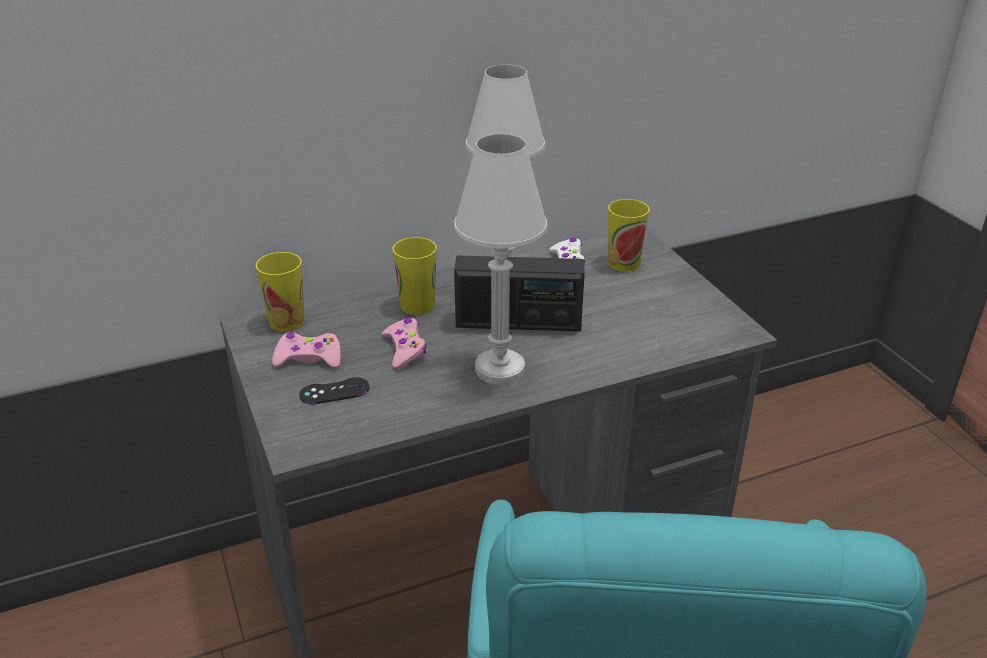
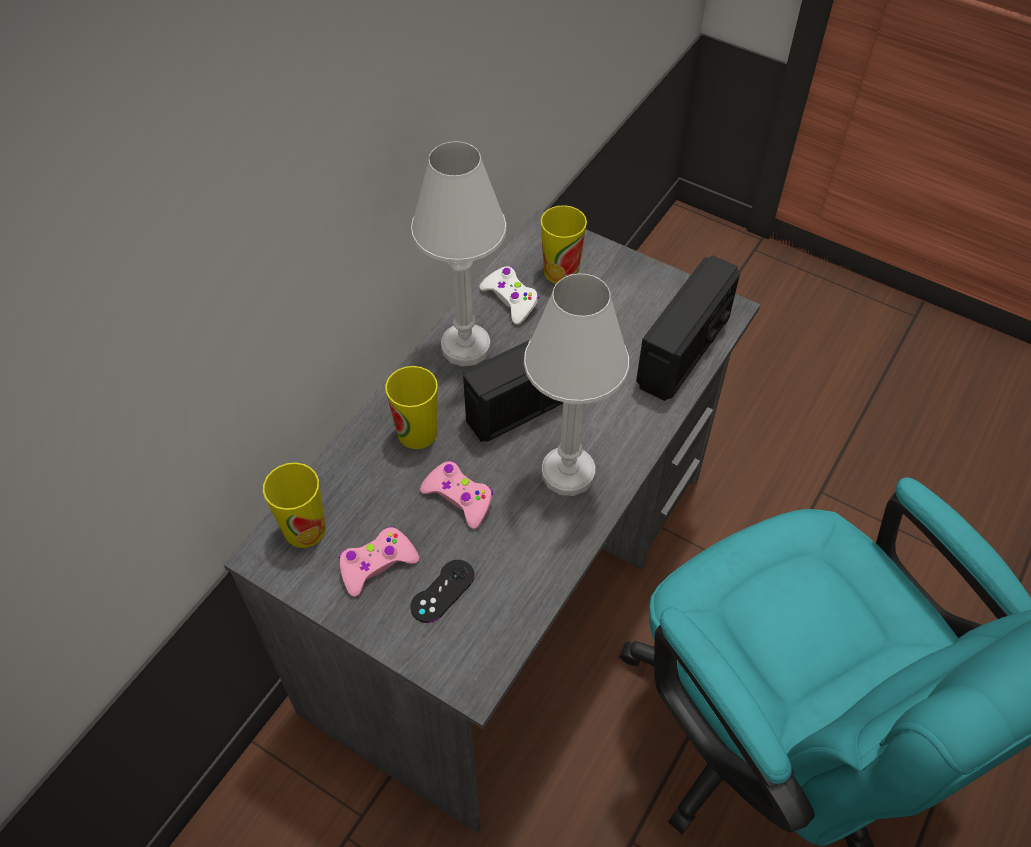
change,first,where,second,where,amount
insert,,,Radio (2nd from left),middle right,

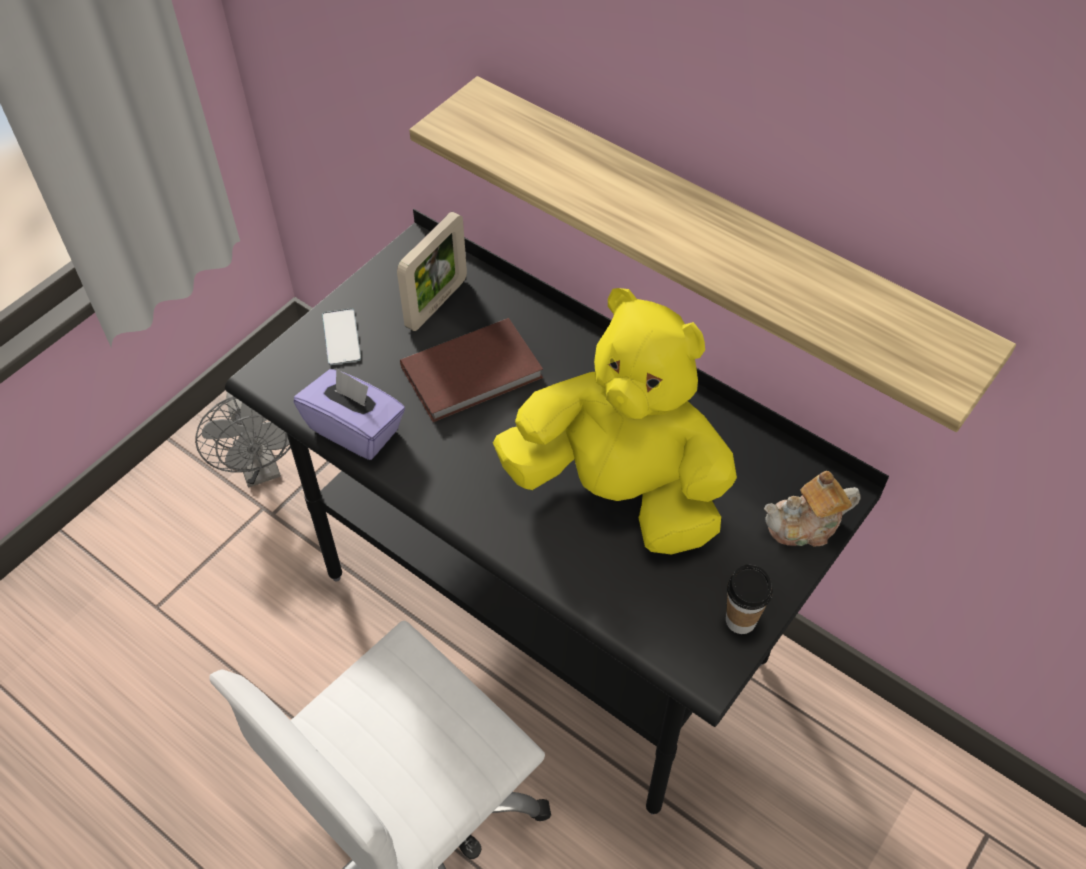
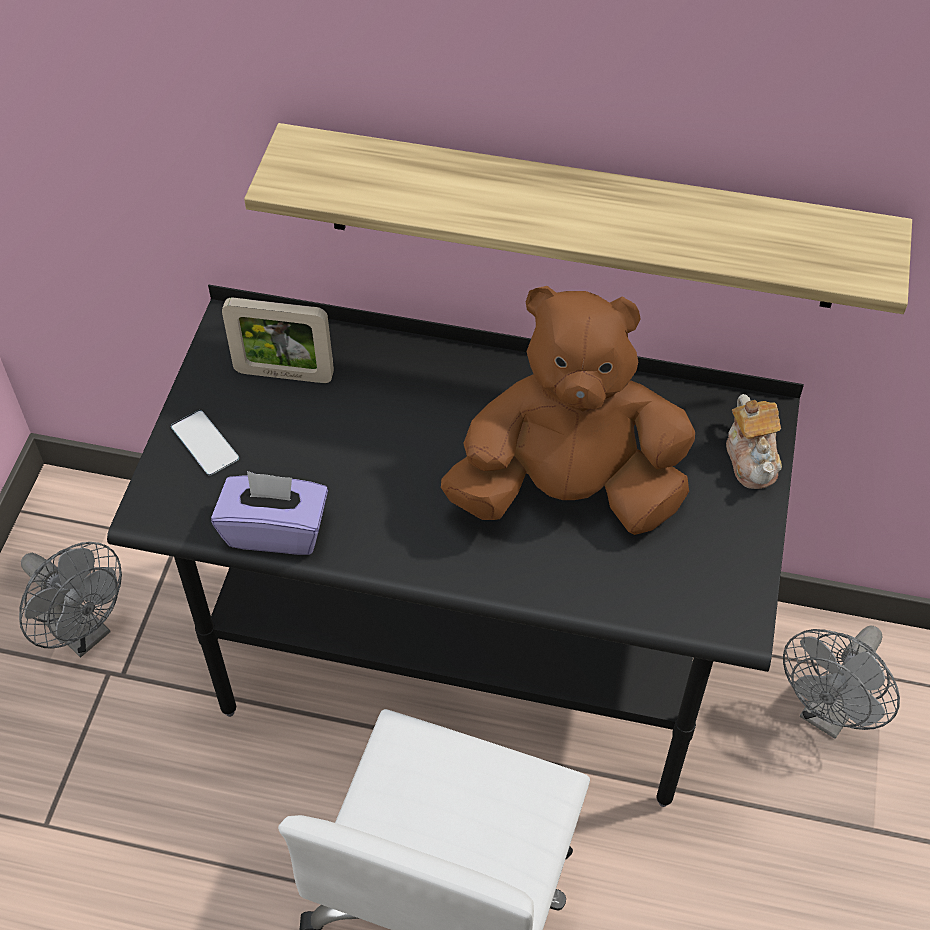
change,first,where,second,where,amount
rotate,Bilderrahmen,top centre,,middle left,90 degrees clockwise
recolor,Plüschtier/gelb,centre,Plüschtier/braun,centre,
delete,Buch/braun,centre,,,
rotate,Teekanne,middle right,,middle right,60 degrees counterclockwise
delete,Tasse,bottom right,,,
insert,,,Ventilator/grau (2nd from left),bottom right,

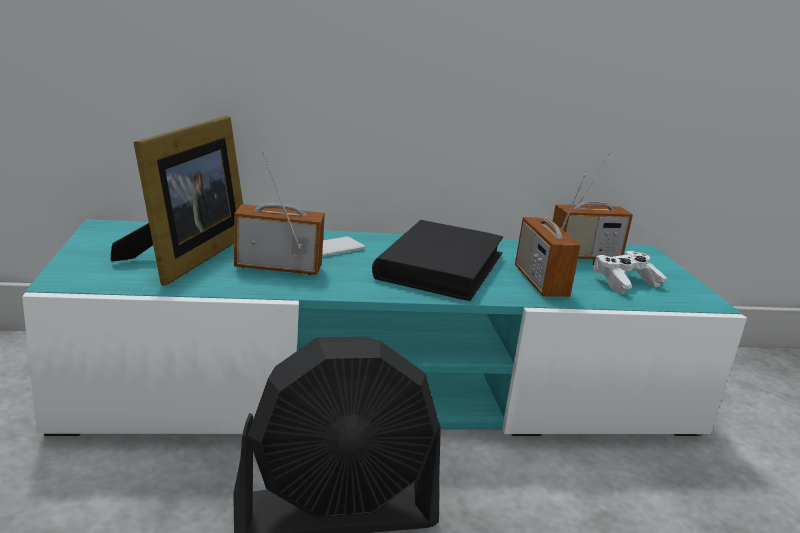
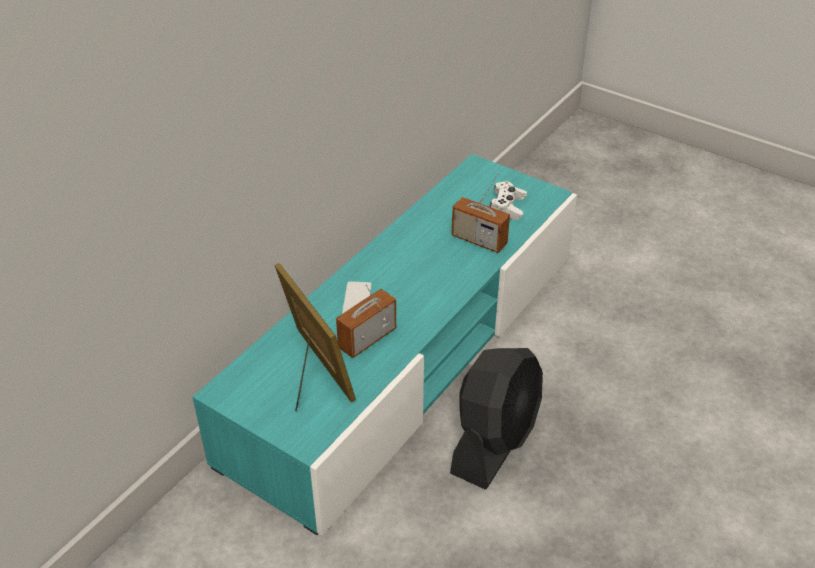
change,first,where,second,where,amount
delete,Radio (3rd from left),middle right,,,
delete,Buch/schwarz,centre,,,

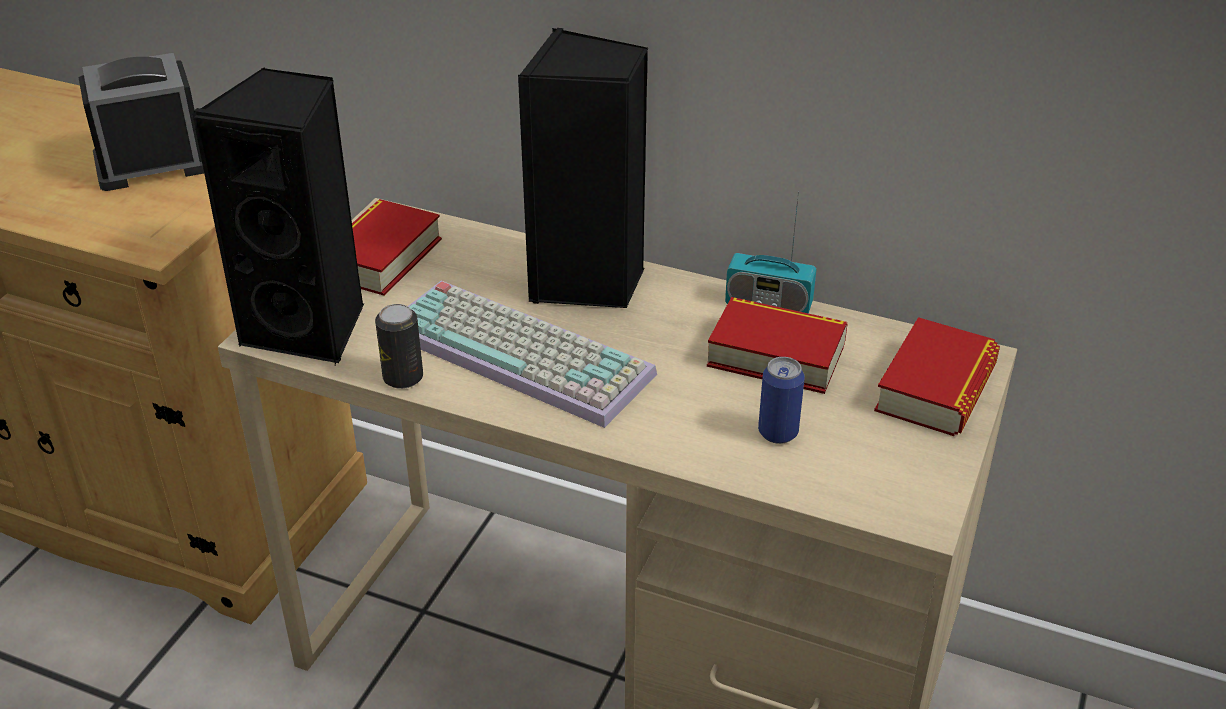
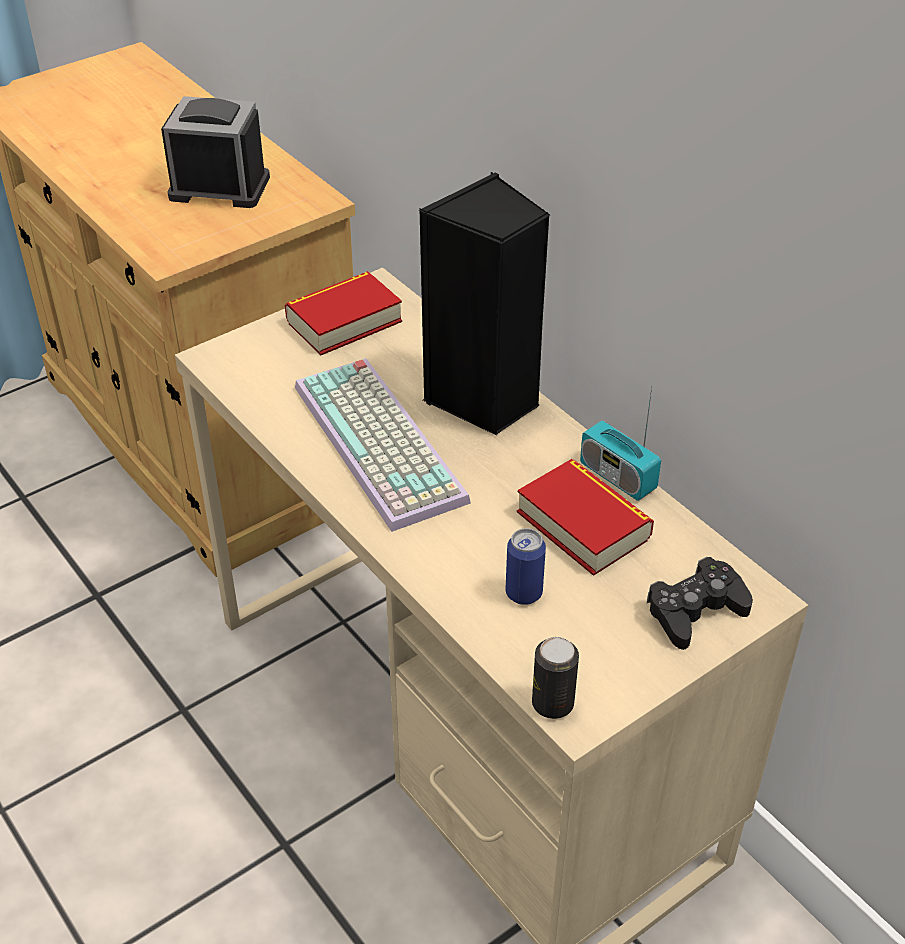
change,first,where,second,where,amount
delete,Lautsprecher/schwarz (1st from left),top left,,,
move,Dose (1st from left in the first image),middle left,Dose (2nd from left),bottom centre,
replace,Buch (3rd from left),middle right,Gamepad/schwarz,middle right,

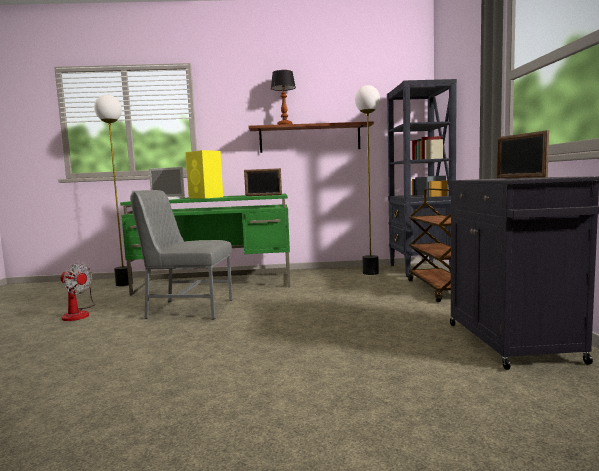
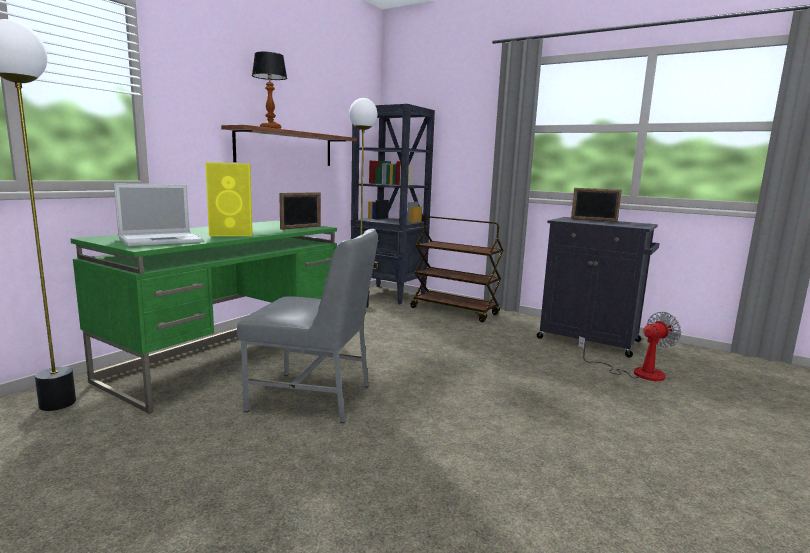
change,first,where,second,where,amount
rotate,Stuhl/grau,middle left,,centre,120 degrees counterclockwise
move,Ventilator,middle left,,middle right,

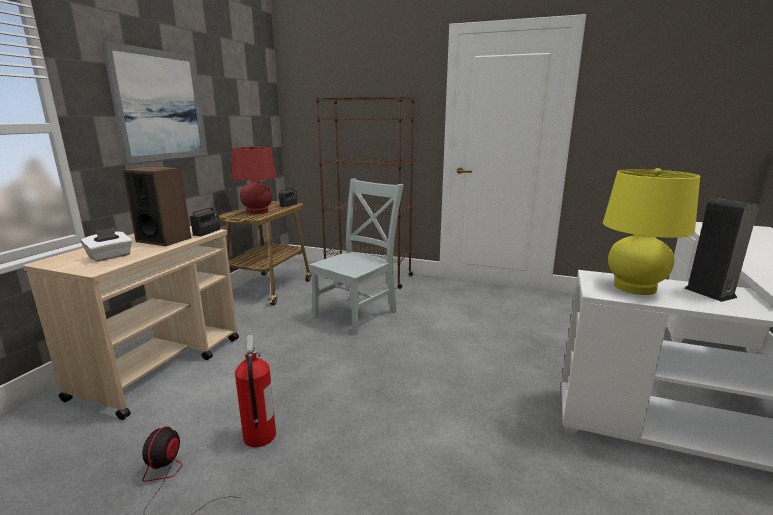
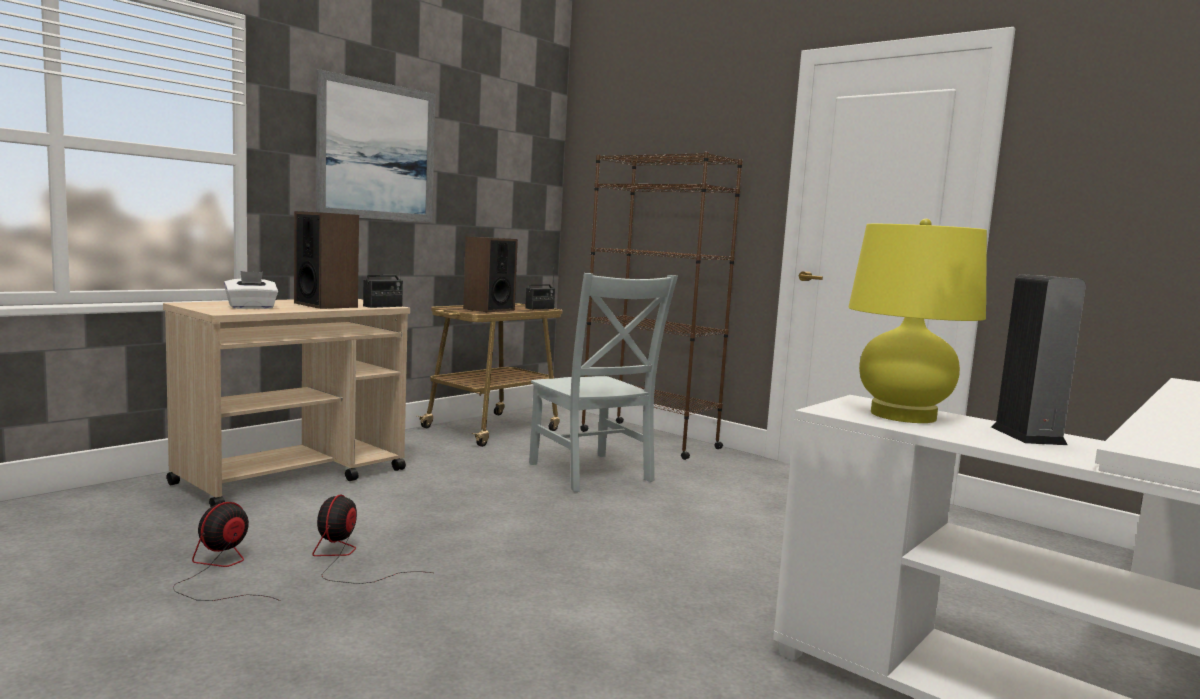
change,first,where,second,where,amount
replace,Tischlampe/rot,middle left,Lautsprecher (2nd from left),centre,
rotate,Stuhl/grau,centre,,centre,90 degrees clockwise
replace,Feuerlöscher,bottom left,Ventilator (2nd from left),bottom left,

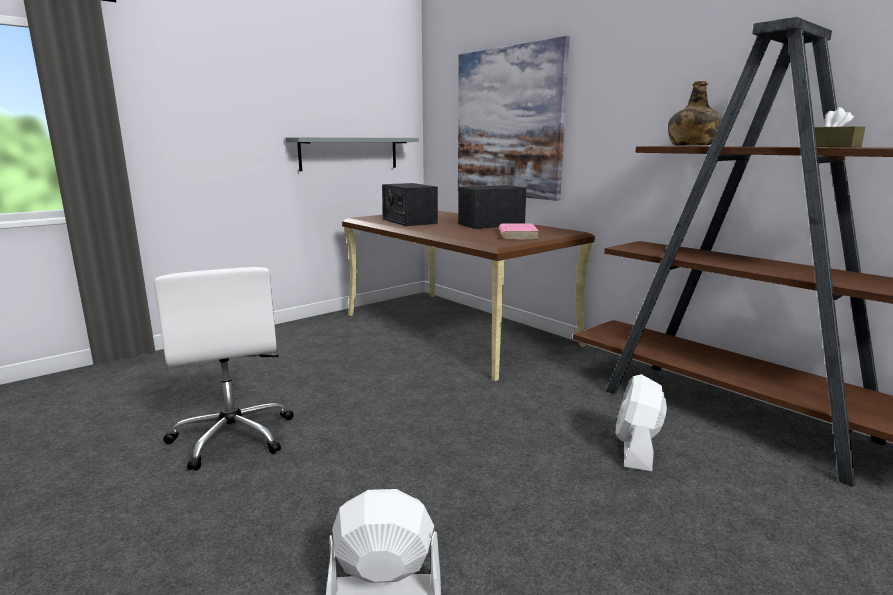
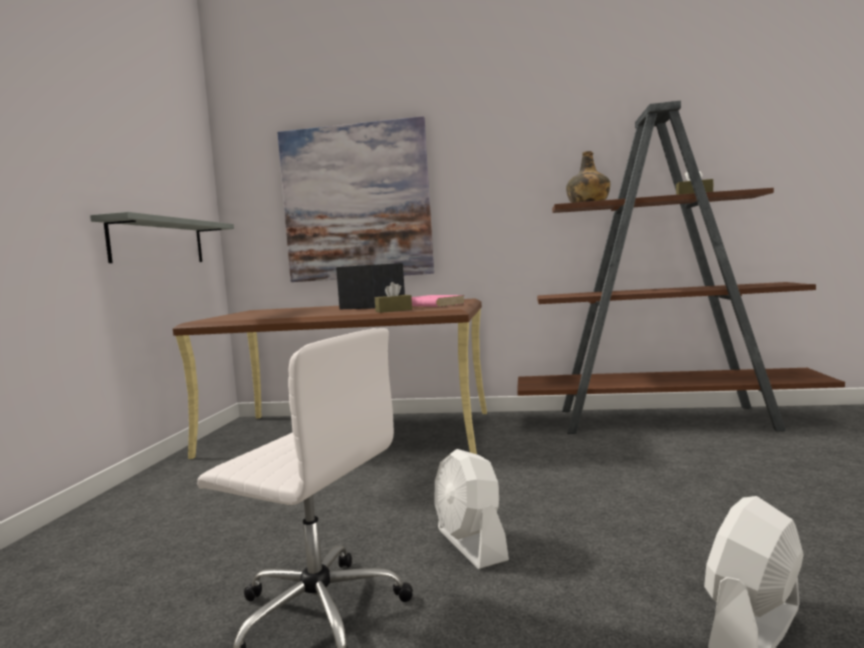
change,first,where,second,where,amount
delete,Radio (1st from left),centre,,,
move,Ventilator/weiß (2nd from left in the first image),bottom right,Ventilator/weiß (1st from left),bottom centre,
insert,,,Taschentuchbox/braun (1st from left),centre,

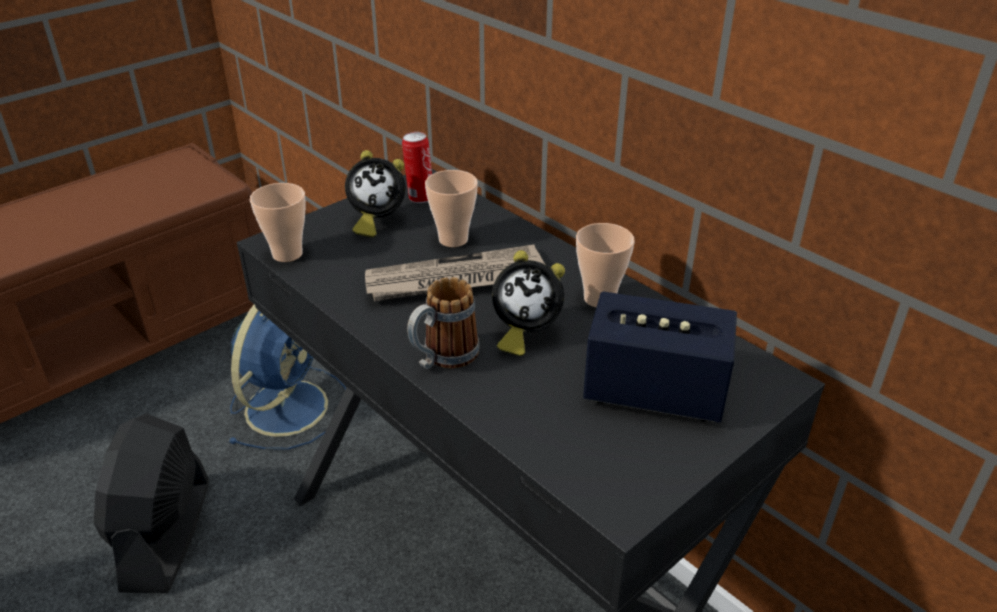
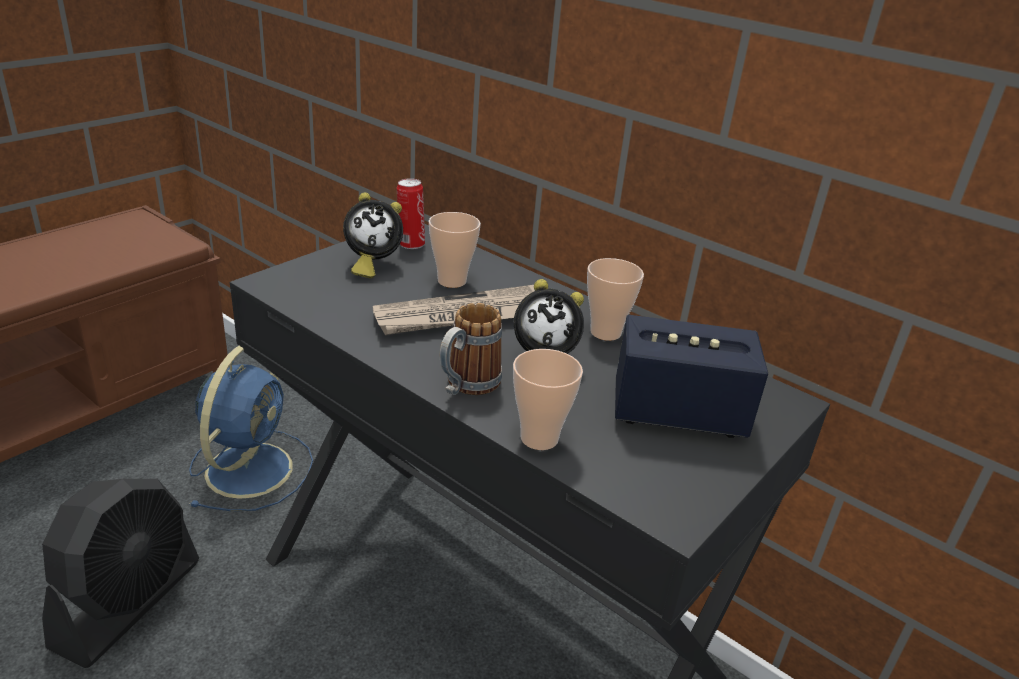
change,first,where,second,where,amount
move,Tasse (1st from left in the first image),middle left,Tasse (2nd from left),centre,
rotate,Ventilator/schwarz,bottom left,,bottom left,150 degrees counterclockwise

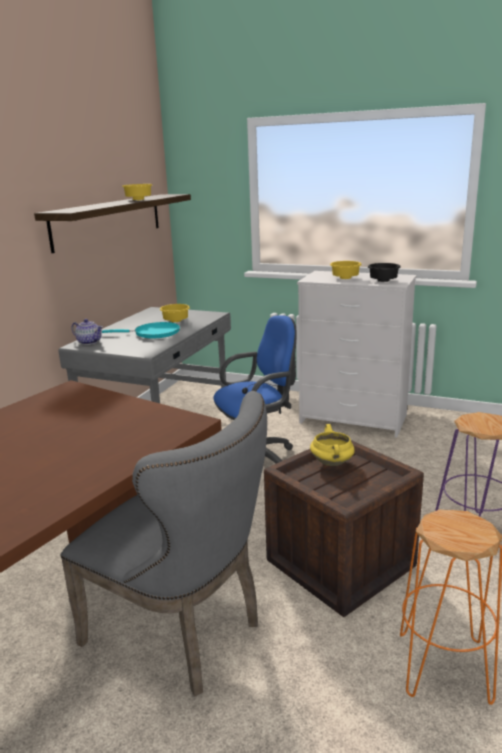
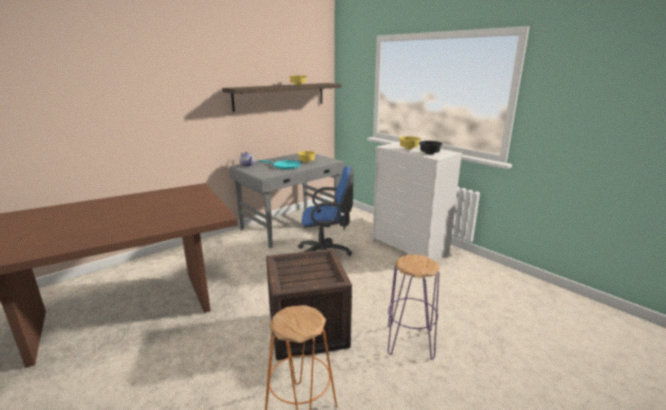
change,first,where,second,where,amount
delete,Stuhl/grau,bottom left,,,
delete,Kochtopf/gelb,centre,,,

